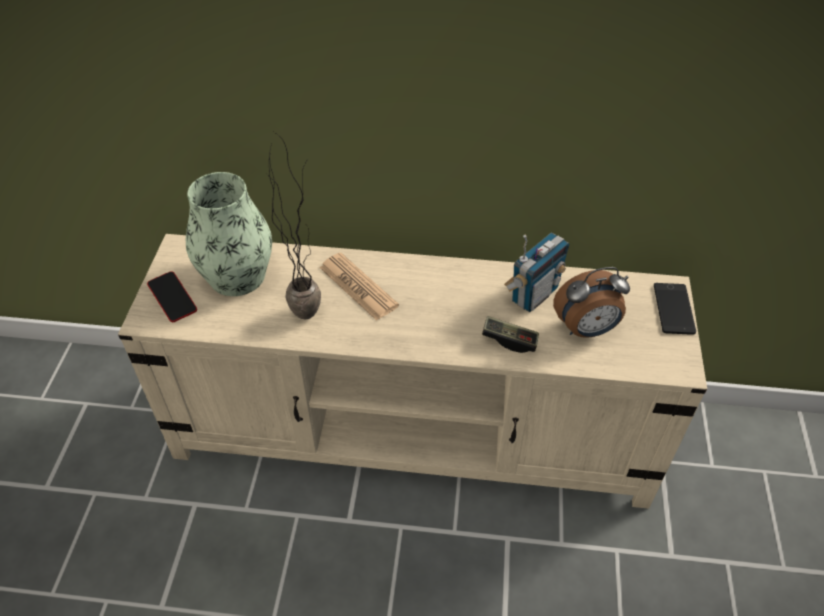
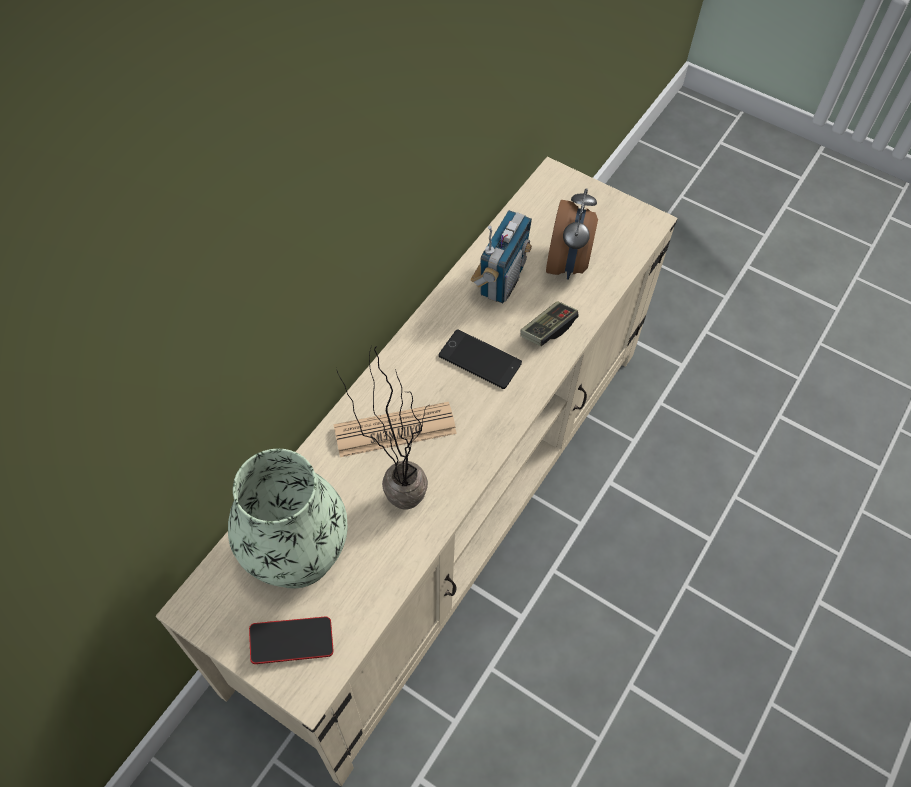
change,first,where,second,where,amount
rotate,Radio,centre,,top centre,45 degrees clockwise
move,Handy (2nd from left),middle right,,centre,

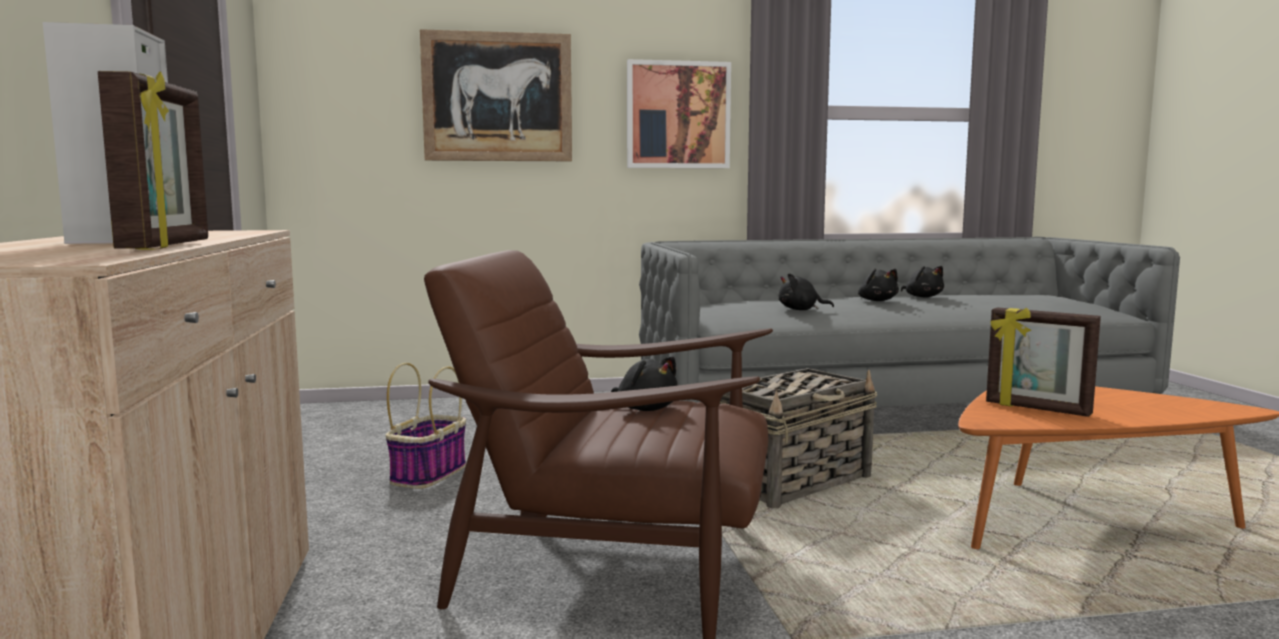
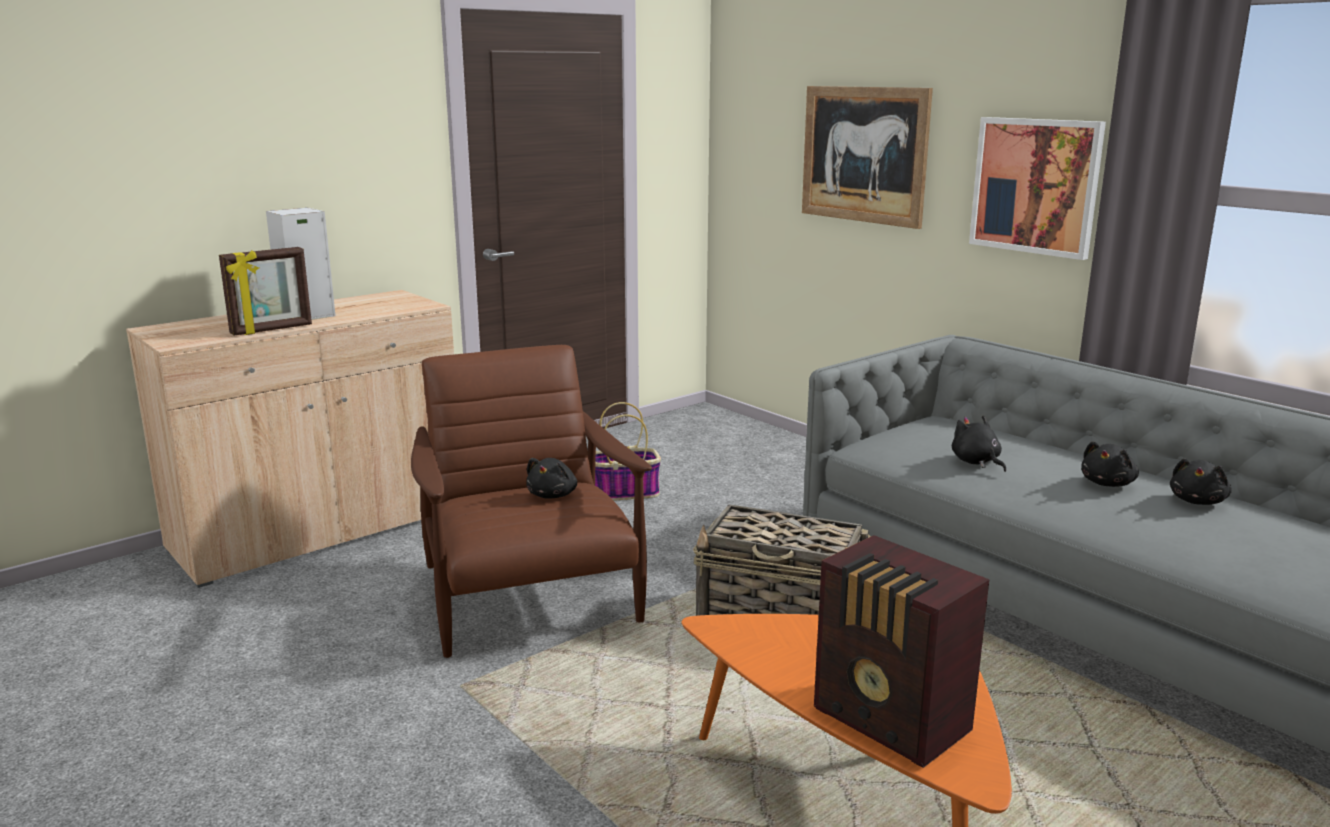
change,first,where,second,where,amount
delete,Bilderrahmen (2nd from left),middle right,,,
insert,,,Radio,bottom right,

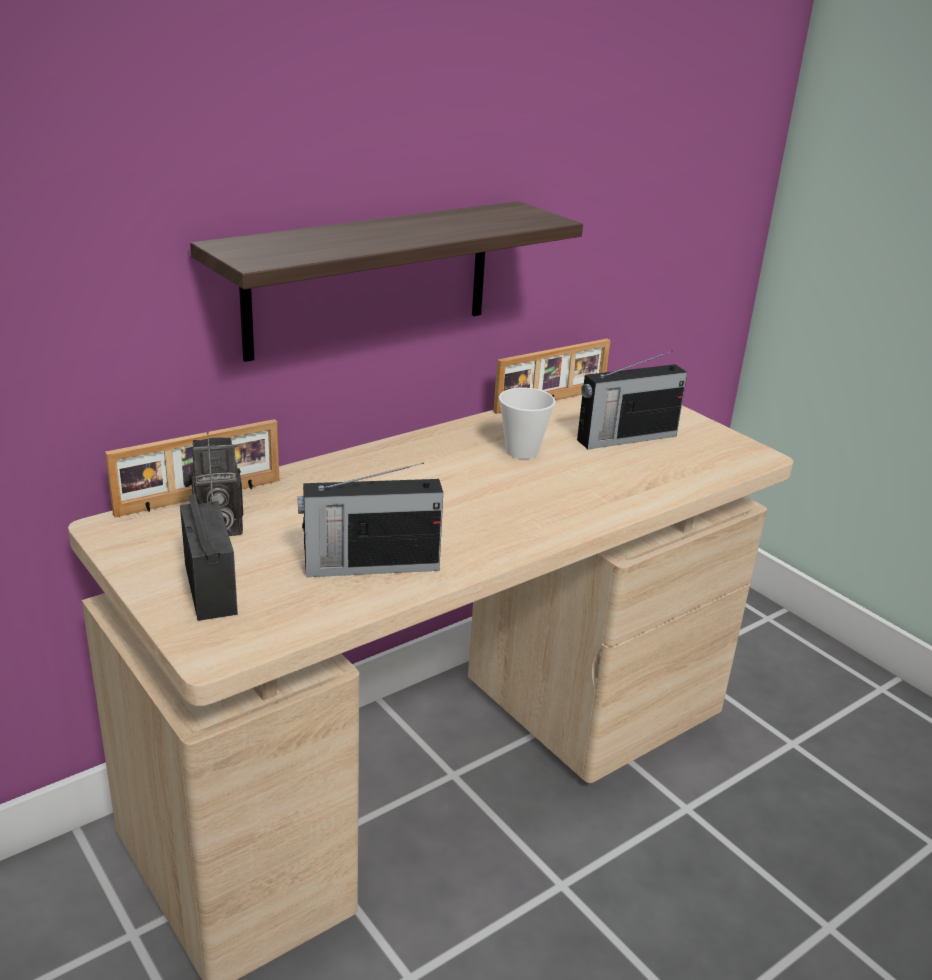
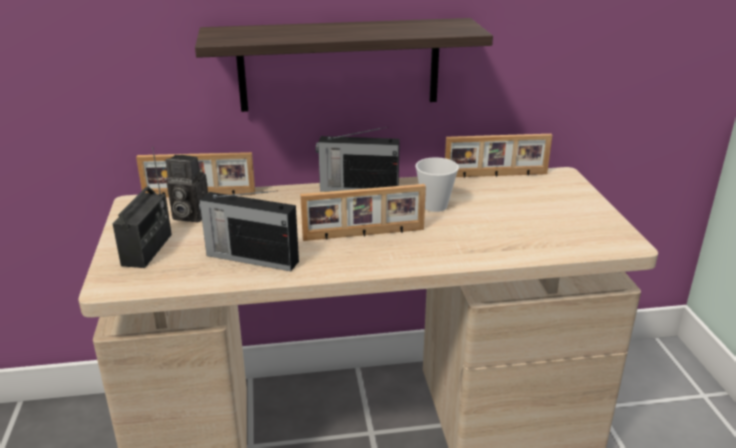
change,first,where,second,where,amount
move,Radio (3rd from left),middle right,,centre,
insert,,,Bilderrahmen (2nd from left),centre,

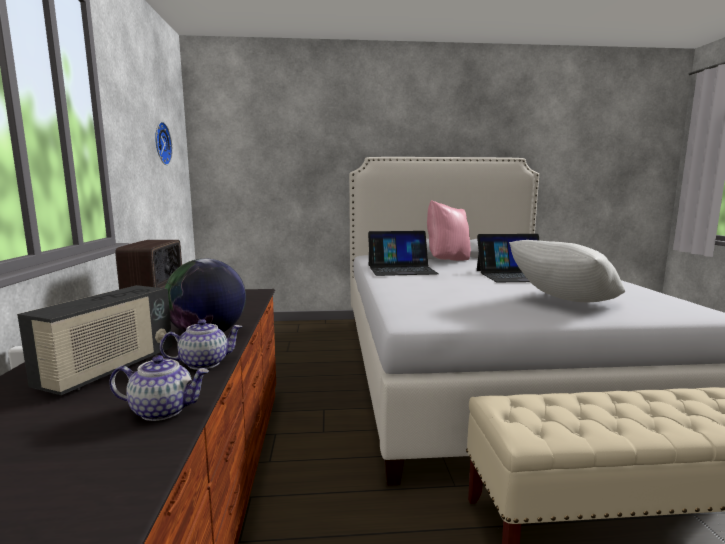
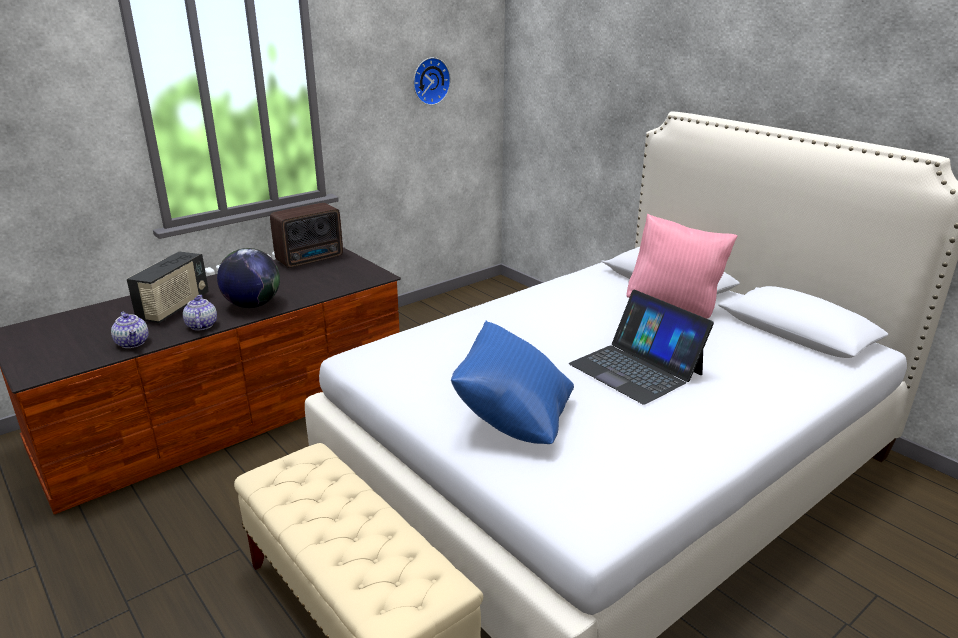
change,first,where,second,where,amount
delete,Laptop (1st from left),centre,,,
recolor,Kissen/weiß,middle right,Kissen/blau,centre,
rotate,Radio (1st from left),middle left,,middle left,60 degrees counterclockwise
rotate,Teekanne (2nd from left),middle left,,middle left,135 degrees counterclockwise

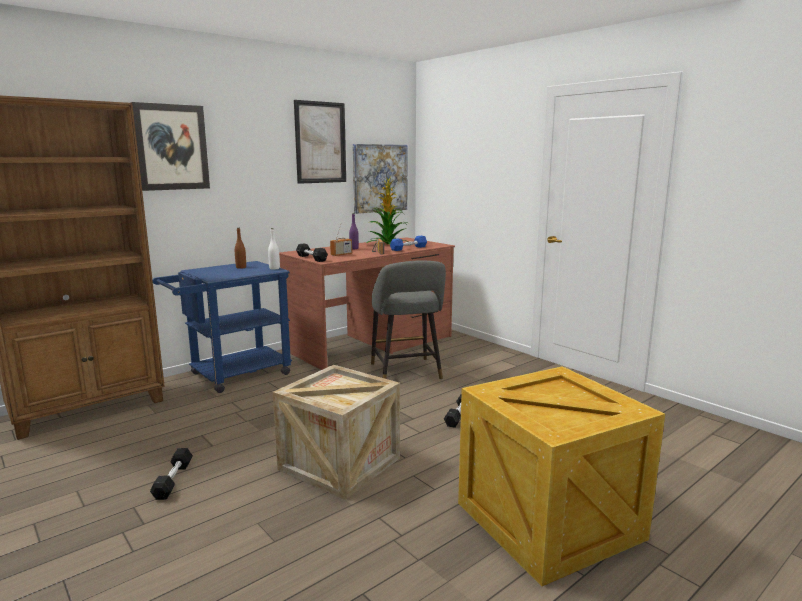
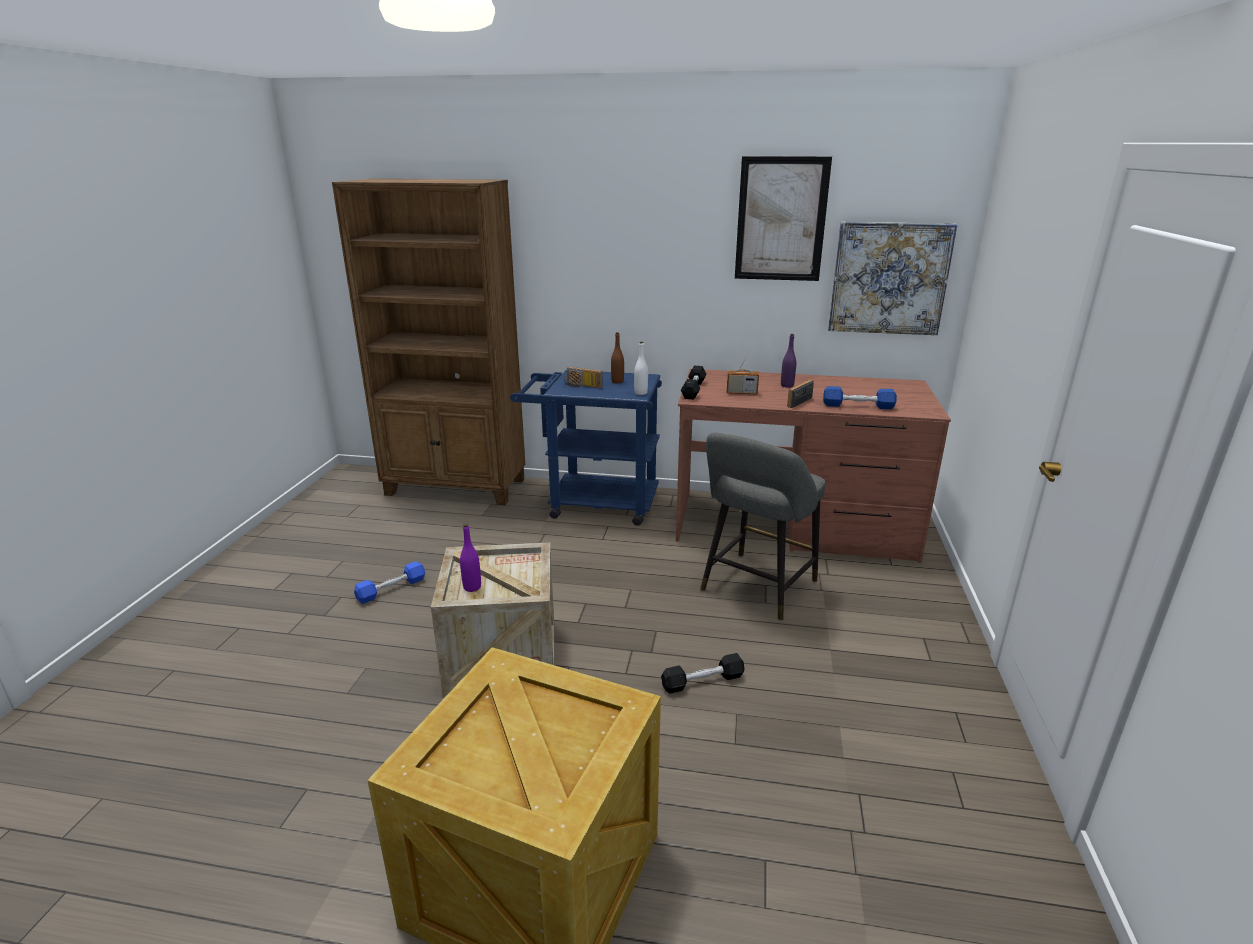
change,first,where,second,where,amount
delete,Bild (1st from left),top left,,,
delete,Topfpflanze,centre,,,
recolor,Hantel/schwarz (1st from left),bottom left,Hantel/blau (1st from left),middle left,
insert,,,Radio (1st from left),centre,
insert,,,Flasche/lila (1st from left),centre,

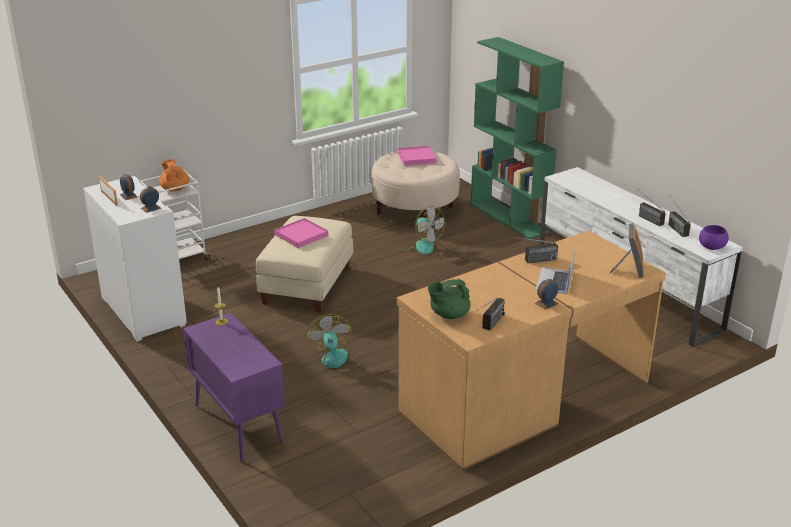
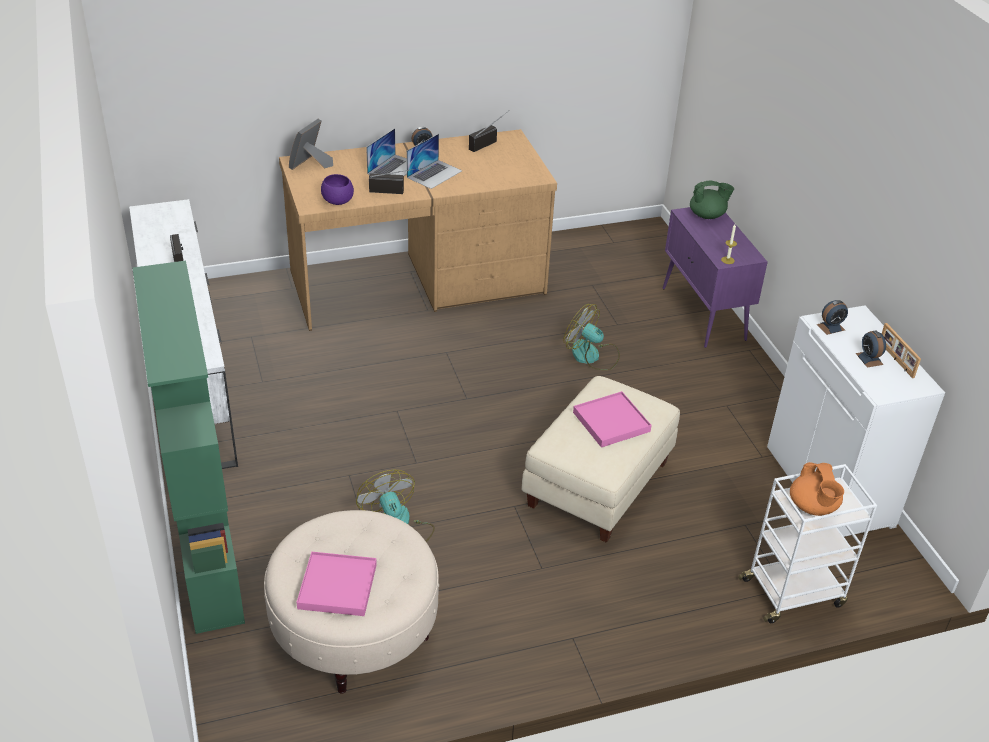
change,first,where,second,where,amount
delete,Radio (4th from left),middle right,,,
move,Schüssel/lila,middle right,,top centre,
move,Teekanne/grün,centre,,top right,
rotate,Ventilator (1st from left in the first image),centre,Ventilator (2nd from left),centre,120 degrees clockwise
insert,,,Laptop (2nd from left),top centre,

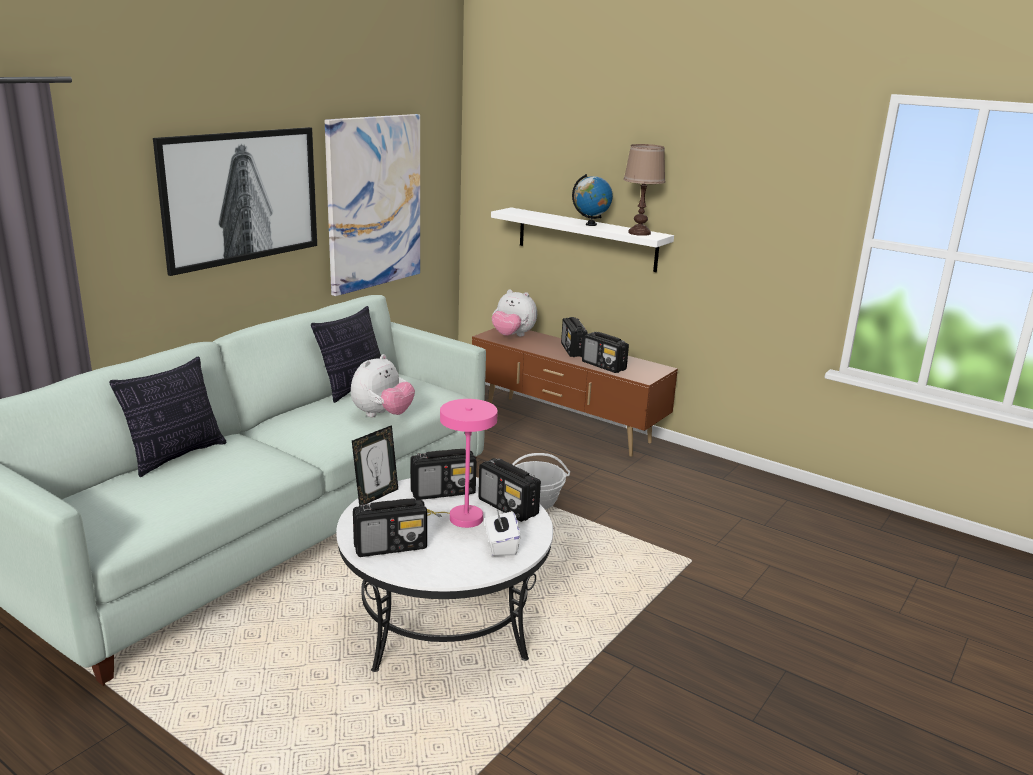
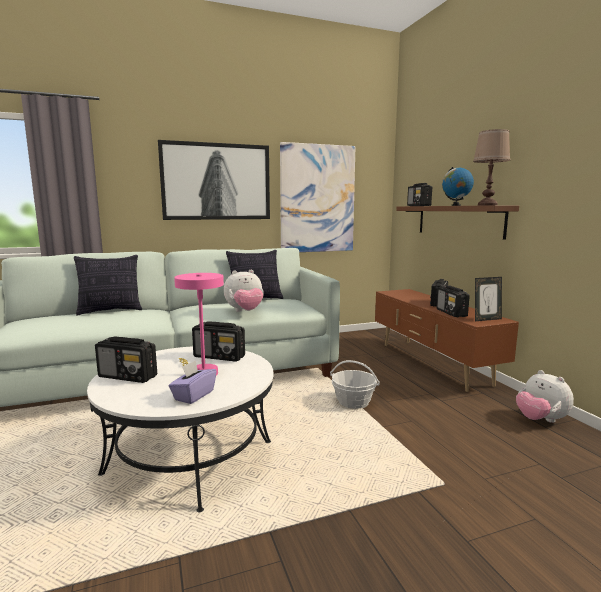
change,first,where,second,where,amount
recolor,Wandregal/weiß,top centre,Wandregal/braun,middle right,
move,Plüschtier (2nd from left),centre,,bottom right,
move,Bilderrahmen,centre,,middle right,
move,Radio (3rd from left),centre,,top right,
recolor,Taschentuchbox/weiß,bottom centre,Taschentuchbox/lila,middle left,

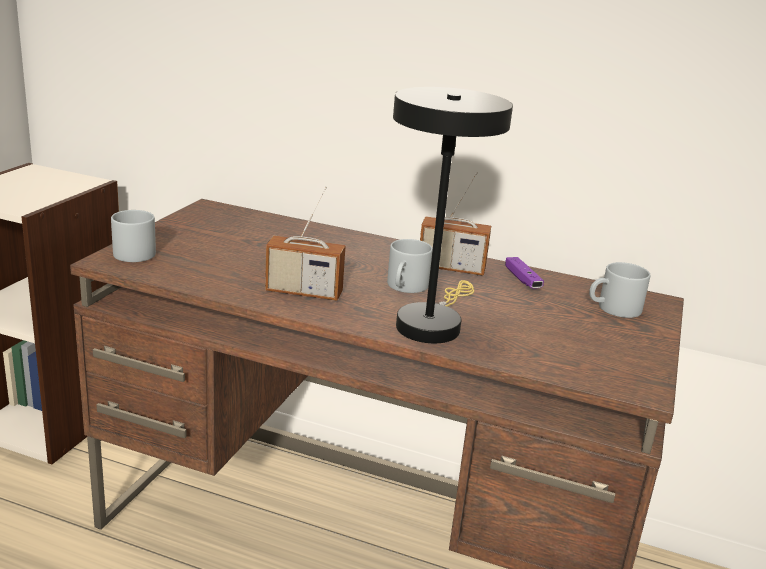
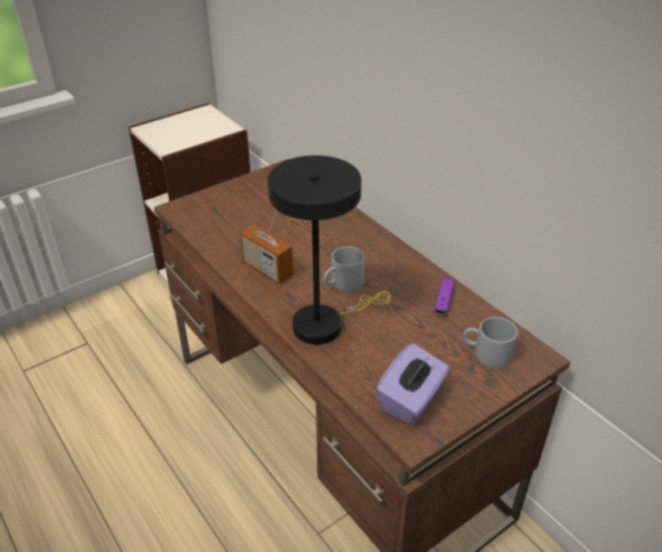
change,first,where,second,where,amount
delete,Radio (2nd from left),centre,,,
delete,Henkelbecher/grau (1st from left),middle left,,,
insert,,,Taschentuchbox/lila,bottom centre,

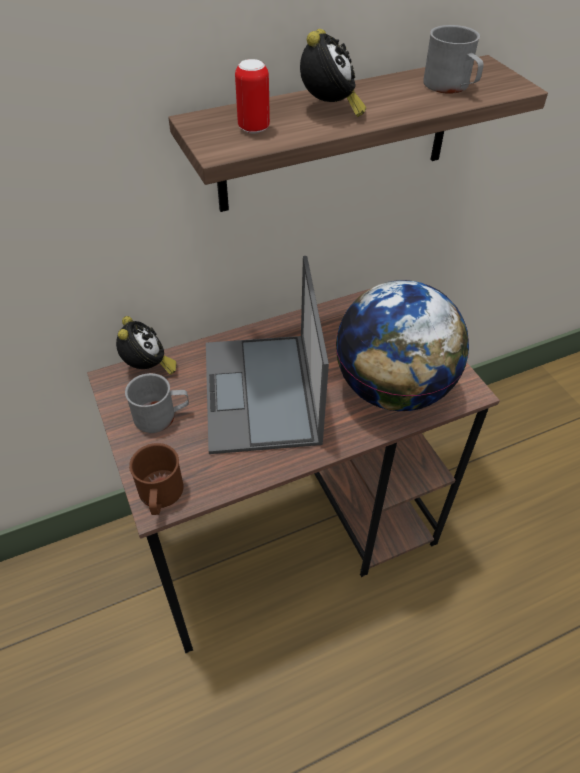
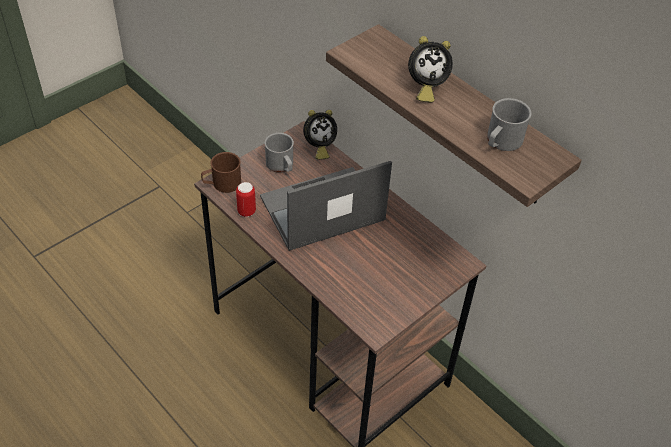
change,first,where,second,where,amount
move,Dose,top centre,,centre,
delete,Globus,middle right,,,

